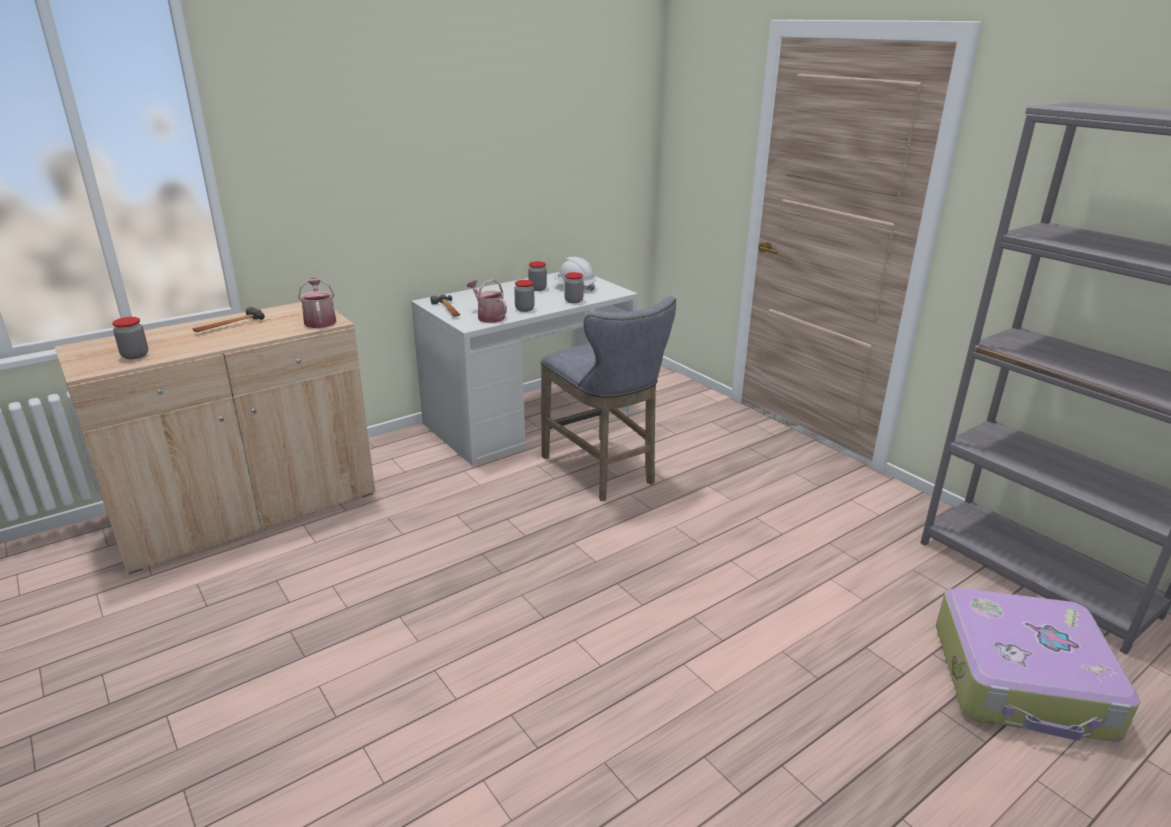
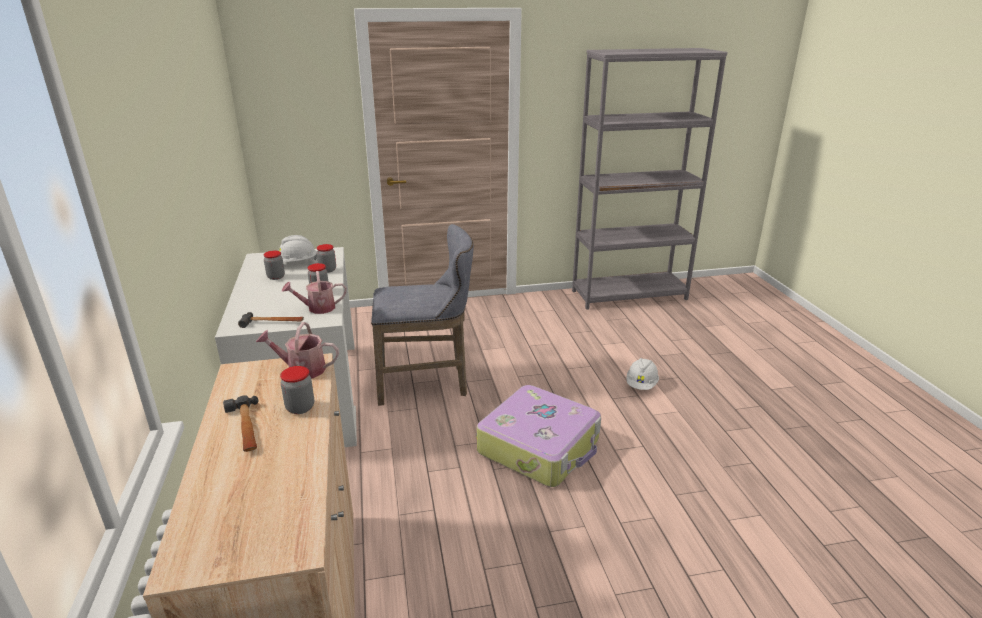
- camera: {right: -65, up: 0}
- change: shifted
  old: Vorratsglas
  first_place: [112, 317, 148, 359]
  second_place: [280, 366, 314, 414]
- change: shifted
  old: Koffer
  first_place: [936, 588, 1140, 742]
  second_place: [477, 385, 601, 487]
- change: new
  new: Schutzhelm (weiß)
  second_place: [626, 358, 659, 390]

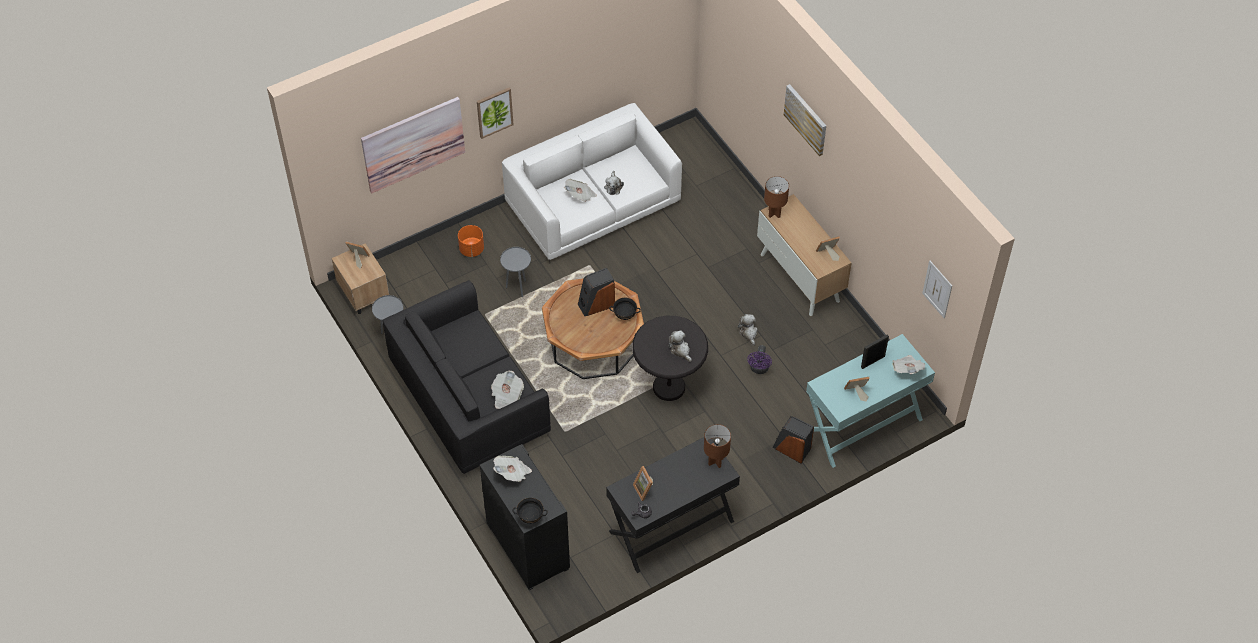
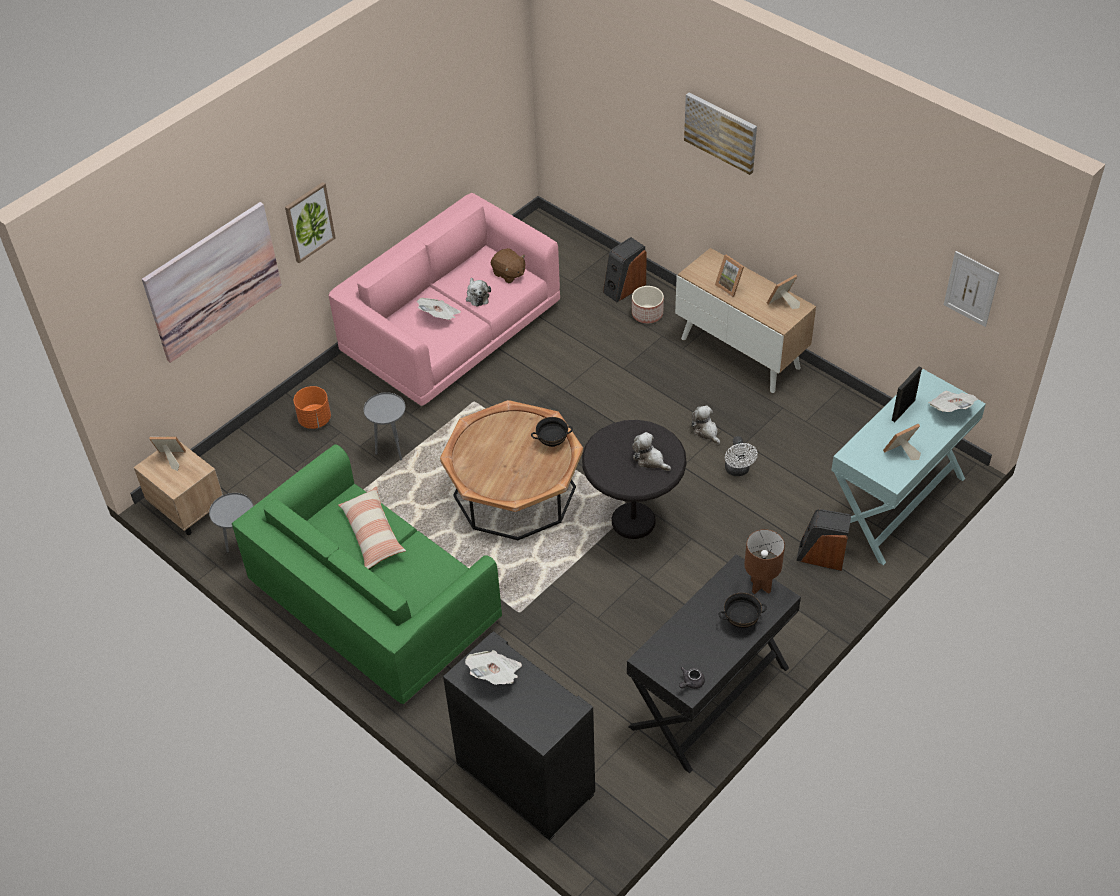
- camera: {right: -15, up: -5}
- change: repainted
  old: Sofa (weiß)
  new: Sofa (rosa)
  first_place: [502, 103, 682, 264]
  second_place: [328, 193, 560, 413]
- change: gone
  old: Tischlampe (braun)
  first_place: [764, 176, 789, 218]
- change: shifted
  old: Lautsprecher
  first_place: [578, 268, 615, 316]
  second_place: [603, 237, 647, 302]
- change: repainted
  old: Sofa (schwarz)
  new: Sofa (grün)
  first_place: [382, 280, 551, 477]
  second_place: [232, 444, 502, 709]
- change: repainted
  old: Ventilator (lila)
  new: Ventilator (weiß)
  first_place: [747, 345, 772, 374]
  second_place: [725, 436, 758, 476]
- change: gone
  old: Zeitung
  first_place: [491, 371, 524, 409]
- change: shifted
  old: Bilderrahmen
  first_place: [633, 466, 653, 501]
  second_place: [715, 255, 744, 297]
- change: shifted
  old: Schüssel (schwarz)
  first_place: [513, 498, 548, 524]
  second_place: [718, 593, 767, 628]
- change: new
  new: Plüschtier (braun)
  second_place: [491, 248, 525, 283]
- change: new
  new: Pflanzkübel
  second_place: [632, 286, 664, 323]
- change: new
  new: Kissen
  second_place: [338, 486, 406, 569]

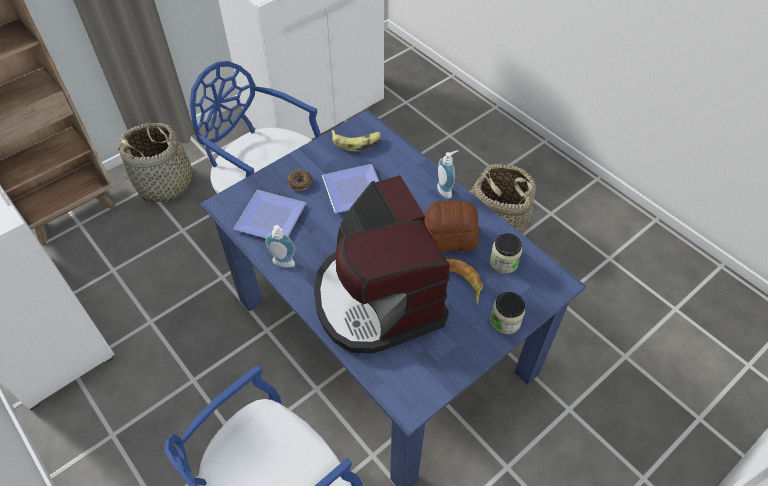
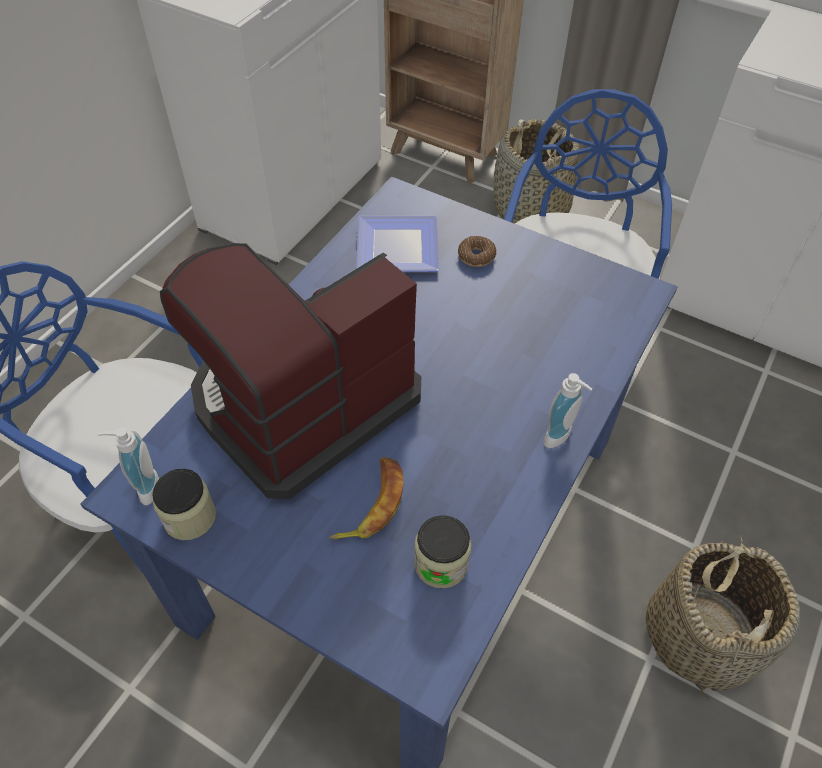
- camera: {right: 70, up: 0}
- change: gone
  old: Banane
  first_place: [331, 130, 381, 151]
- change: gone
  old: Teller
  first_place: [322, 164, 379, 213]
- change: gone
  old: Brot
  first_place: [424, 200, 479, 251]
- change: shifted
  old: Seifenspender
  first_place: [265, 225, 295, 268]
  second_place: [98, 427, 159, 505]
- change: shifted
  old: Vorratsglas
  first_place: [490, 292, 525, 334]
  second_place: [152, 469, 216, 540]

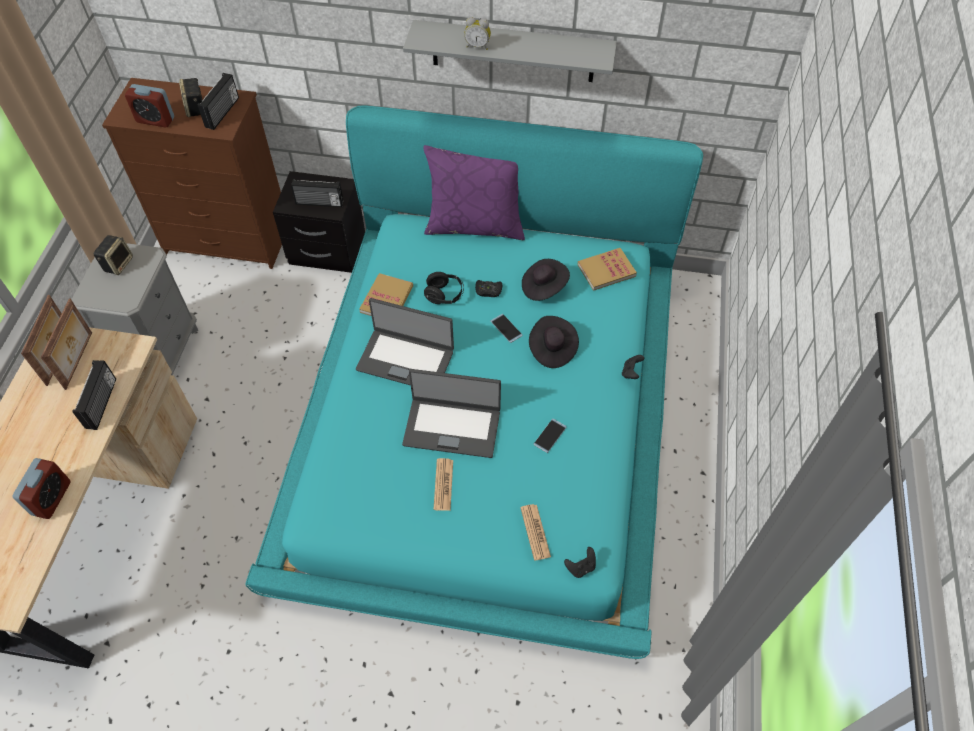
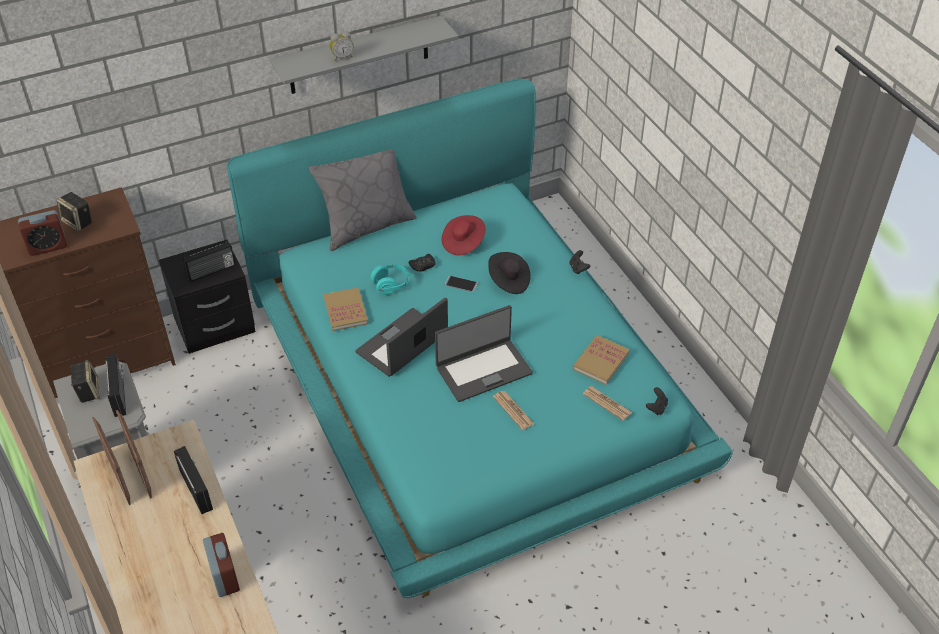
- camera: {right: -35, up: -10}
- change: shifted
  old: Radio
  first_place: [198, 73, 239, 130]
  second_place: [105, 353, 126, 417]
- change: repainted
  old: Kissen (lila)
  new: Kissen (grau)
  first_place: [423, 145, 525, 240]
  second_place: [309, 150, 417, 251]
- change: shifted
  old: Buch
  first_place: [578, 248, 637, 291]
  second_place: [573, 335, 630, 385]
- change: repainted
  old: Hut (schwarz)
  new: Hut (rot)
  first_place: [522, 259, 570, 301]
  second_place: [441, 215, 485, 255]
- change: repainted
  old: Kopfhörer (schwarz)
  new: Kopfhörer (türkis)
  first_place: [424, 272, 464, 304]
  second_place: [370, 264, 409, 295]
- change: rotated
  old: Laptop
  first_place: [356, 298, 454, 385]
  second_place: [355, 297, 448, 377]
  degrees: 150
- change: gone
  old: Handy
  first_place: [534, 419, 566, 453]

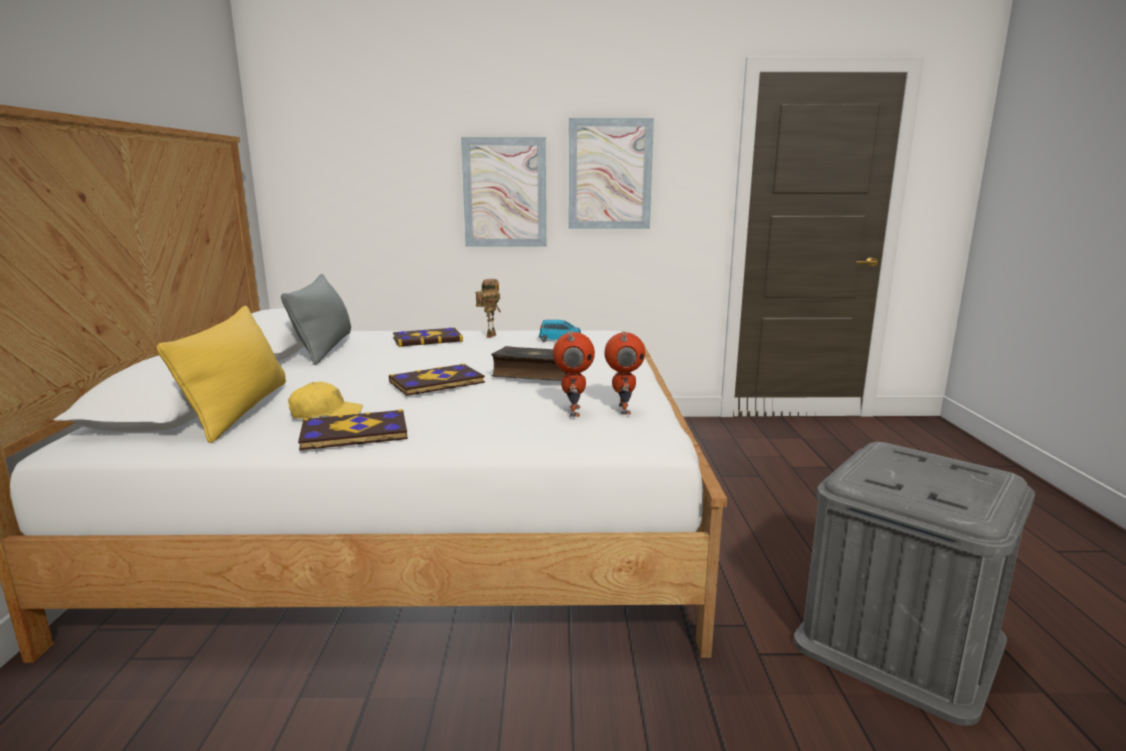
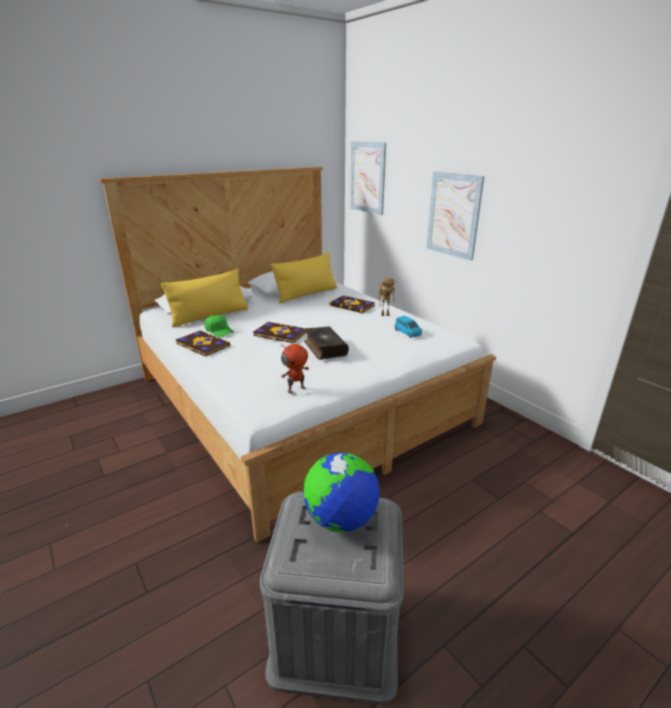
- camera: {right: 55, up: 10}
- change: shifted
  old: Bild
  first_place: [569, 118, 654, 229]
  second_place: [350, 141, 386, 215]
- change: repainted
  old: Kissen (grau)
  new: Kissen (gelb)
  first_place: [281, 274, 351, 365]
  second_place: [270, 252, 337, 303]
- change: gone
  old: Spielzeugroboter
  first_place: [553, 331, 595, 417]
- change: repainted
  old: Kappe (gelb)
  new: Kappe (grün)
  first_place: [288, 381, 363, 419]
  second_place: [204, 315, 234, 337]
- change: new
  new: Globus
  second_place: [303, 453, 380, 533]

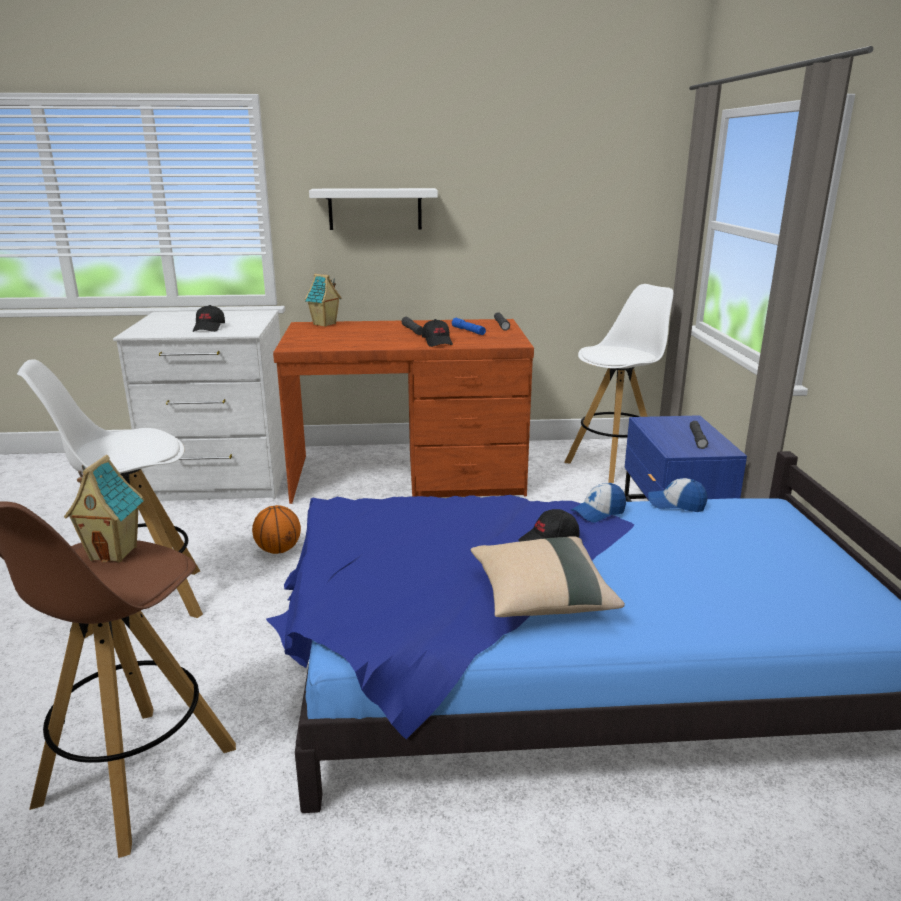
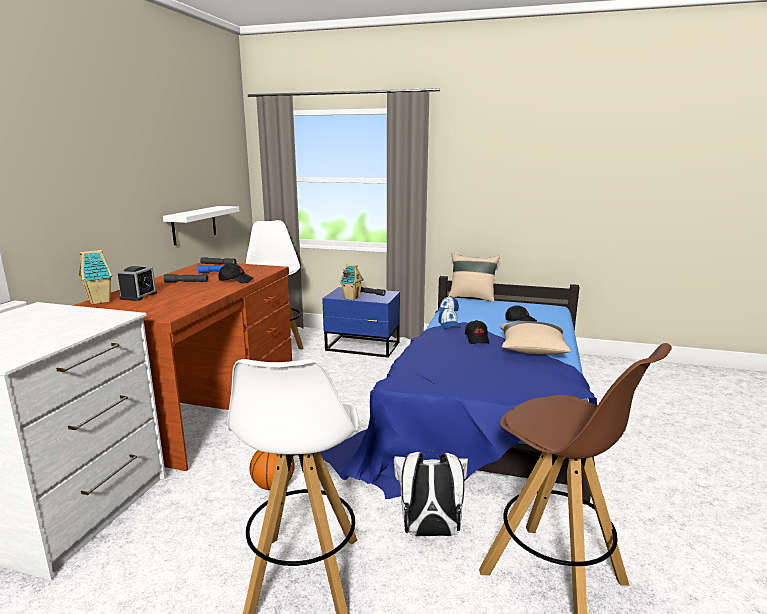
- camera: {right: -70, up: -5}
- change: shifted
  old: Wandregal (weiß)
  first_place: [309, 188, 438, 230]
  second_place: [163, 206, 240, 246]
- change: shifted
  old: Kappe (schwarz)
  first_place: [193, 305, 225, 332]
  second_place: [505, 305, 537, 322]
- change: shifted
  old: Spielzeughaus
  first_place: [64, 455, 144, 563]
  second_place: [339, 264, 364, 300]
- change: new
  new: Kissen (beige)
  second_place: [448, 253, 500, 302]
- change: new
  new: Wecker
  second_place: [117, 266, 157, 301]
- change: new
  new: Rucksack (weiß)
  second_place: [394, 450, 468, 537]

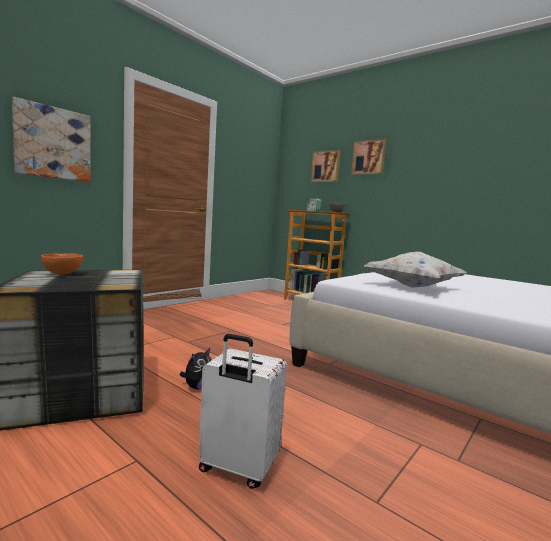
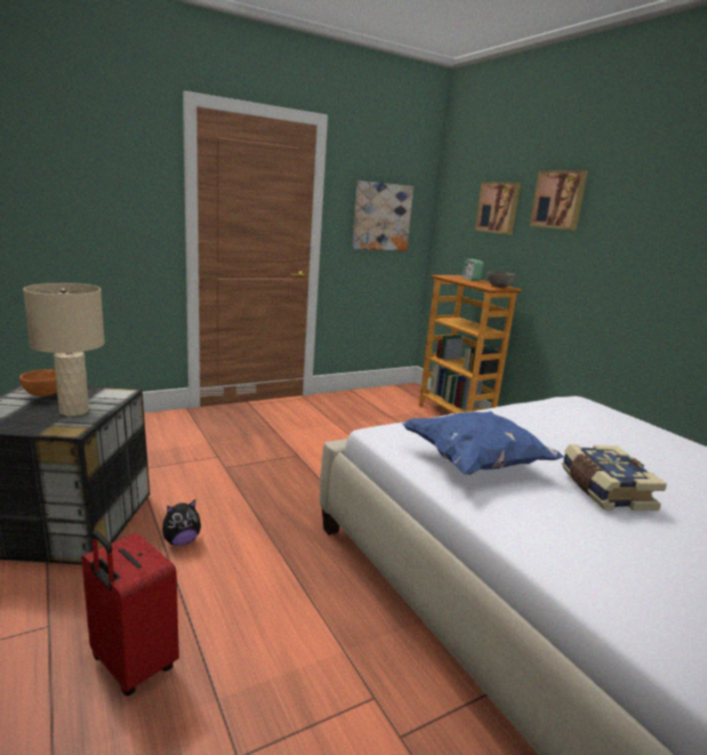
- camera: {right: 20, up: 10}
- change: shifted
  old: Bild
  first_place: [12, 97, 91, 182]
  second_place: [352, 181, 414, 251]
- change: repainted
  old: Kissen (weiß)
  new: Kissen (blau)
  first_place: [364, 252, 466, 287]
  second_place: [402, 411, 564, 475]
- change: repainted
  old: Koffer (weiß)
  new: Koffer (rot)
  first_place: [199, 334, 287, 489]
  second_place: [82, 531, 179, 696]
- change: new
  new: Tischlampe (beige)
  second_place: [23, 283, 105, 416]
- change: new
  new: Buch
  second_place: [562, 444, 667, 511]

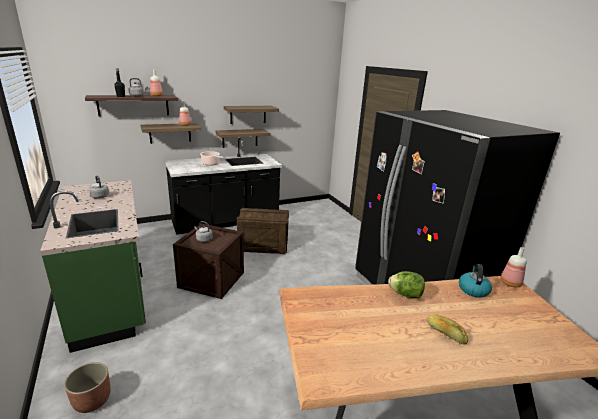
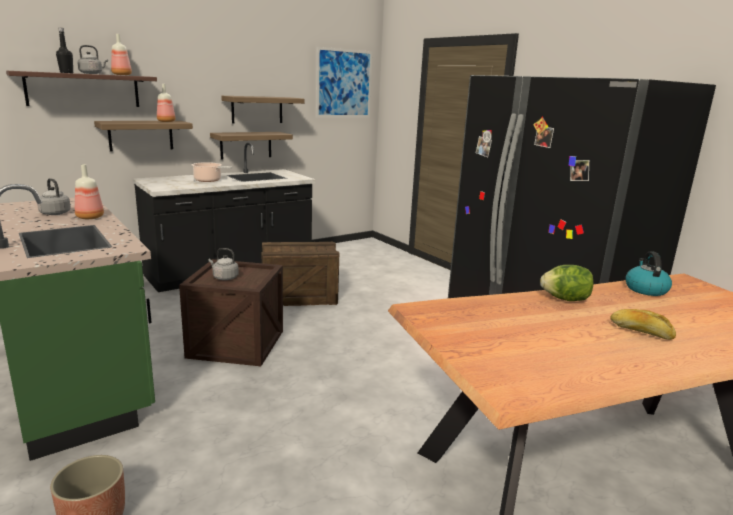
- camera: {right: -10, up: -5}
- change: shifted
  old: Flasche
  first_place: [500, 247, 527, 287]
  second_place: [75, 164, 104, 219]
- change: new
  new: Bild
  second_place: [316, 47, 373, 118]

